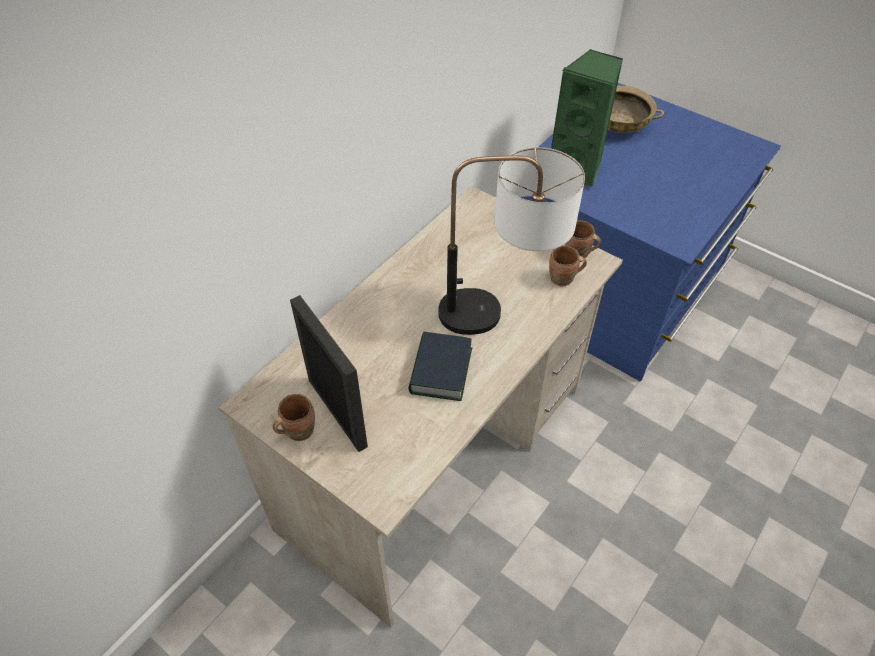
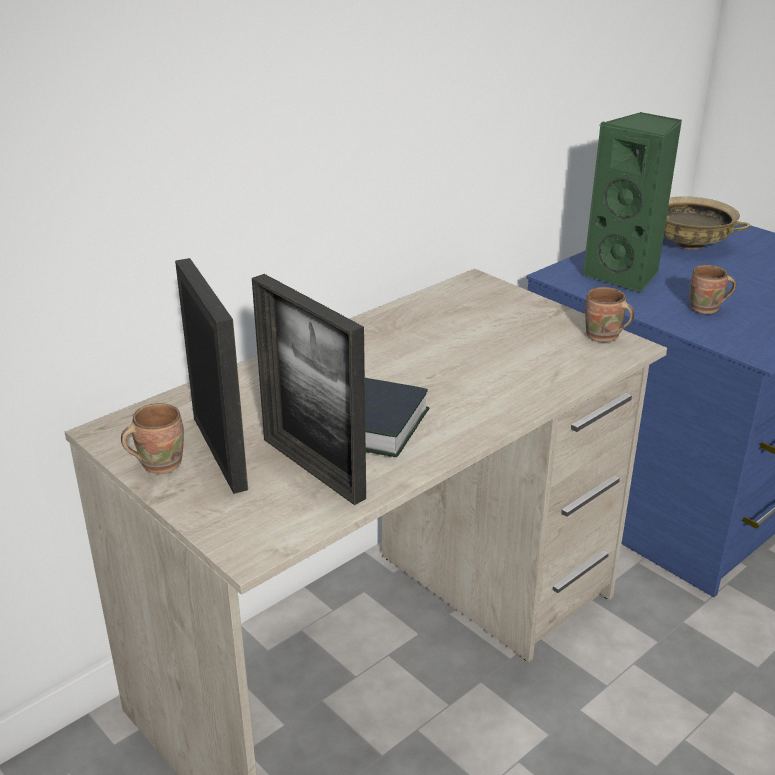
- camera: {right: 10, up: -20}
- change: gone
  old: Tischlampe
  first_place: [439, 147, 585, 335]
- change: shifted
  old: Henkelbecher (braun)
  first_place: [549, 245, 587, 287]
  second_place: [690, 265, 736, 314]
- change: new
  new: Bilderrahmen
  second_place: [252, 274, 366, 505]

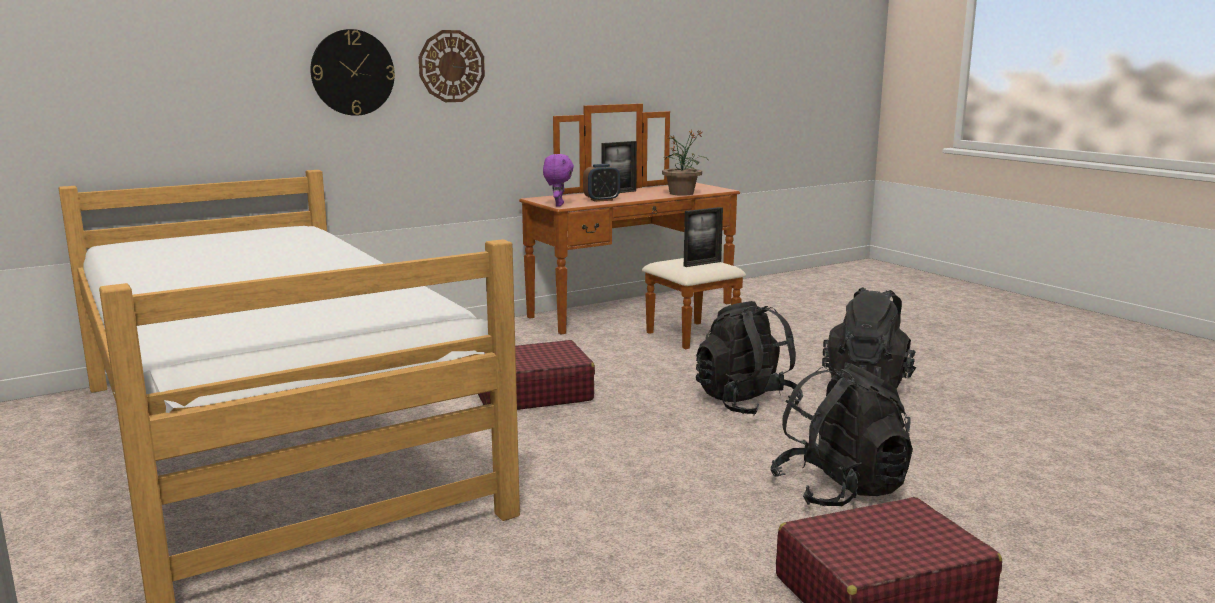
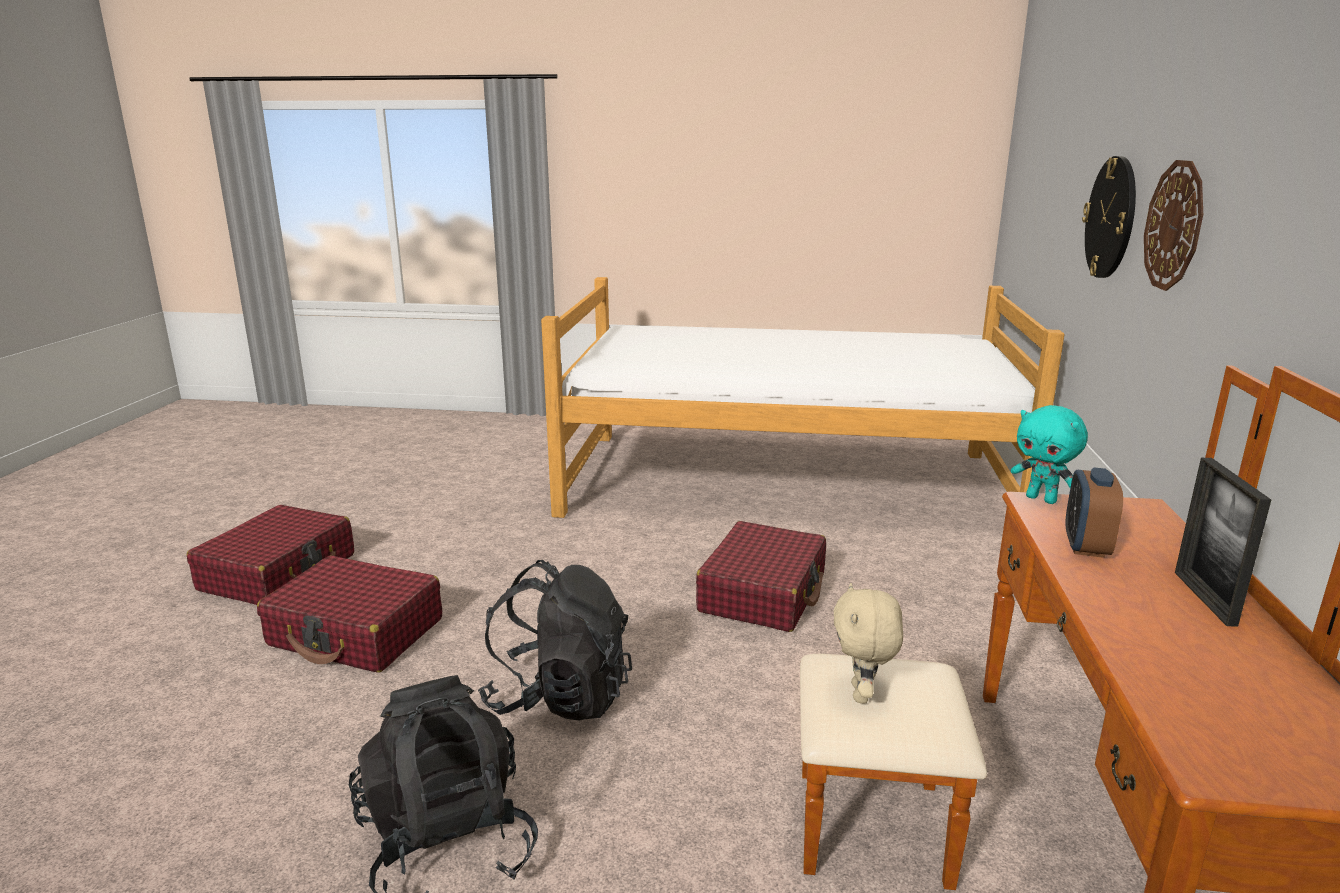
- camera: {right: 130, up: 5}
- change: gone
  old: Topfpflanze
  first_place: [662, 130, 709, 196]
- change: repainted
  old: Plüschtier (lila)
  new: Plüschtier (türkis)
  first_place: [543, 154, 574, 207]
  second_place: [1011, 405, 1088, 504]
- change: swapped
  old: Bilderrahmen
  new: Plüschtier (beige)
  first_place: [684, 207, 723, 267]
  second_place: [834, 583, 903, 704]
- change: swapped
  old: Rucksack (schwarz)
  new: Koffer (rot)
  first_place: [770, 364, 913, 506]
  second_place: [257, 555, 442, 673]

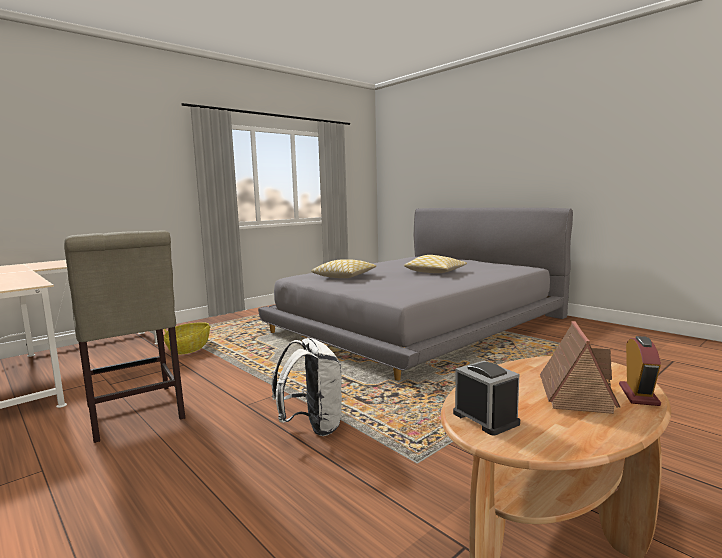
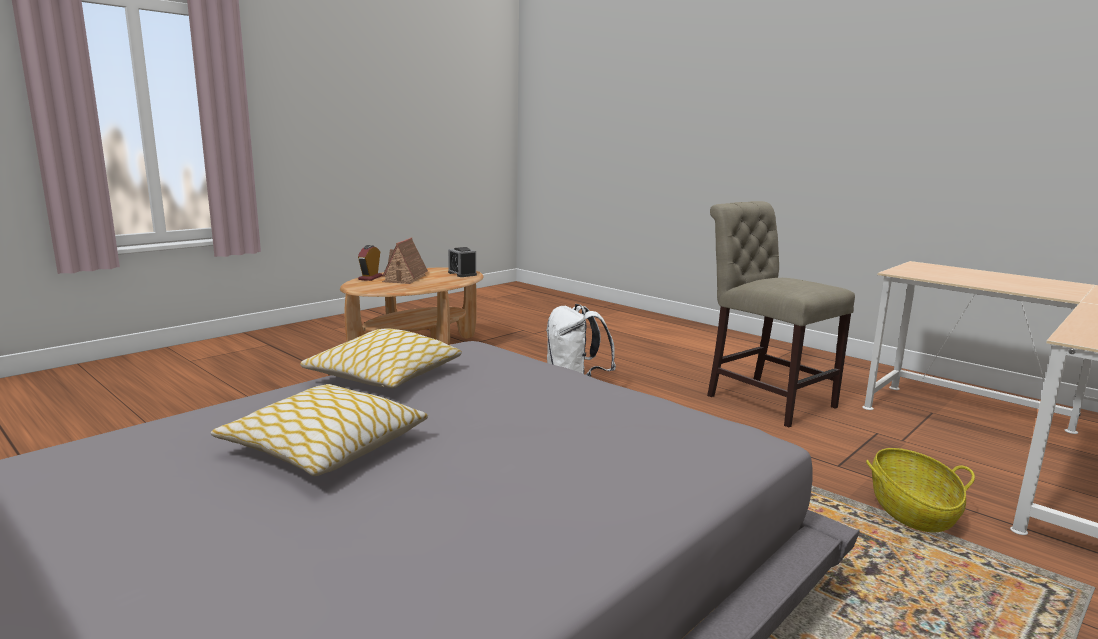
- camera: {right: 175, up: 5}
- change: shifted
  old: Kissen
  first_place: [311, 259, 376, 278]
  second_place: [300, 328, 462, 388]

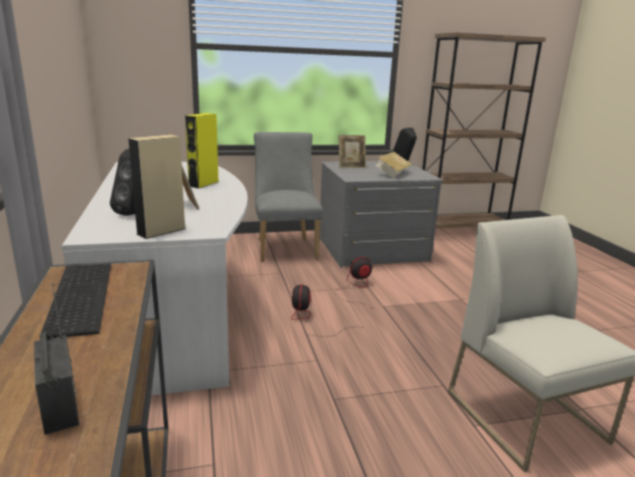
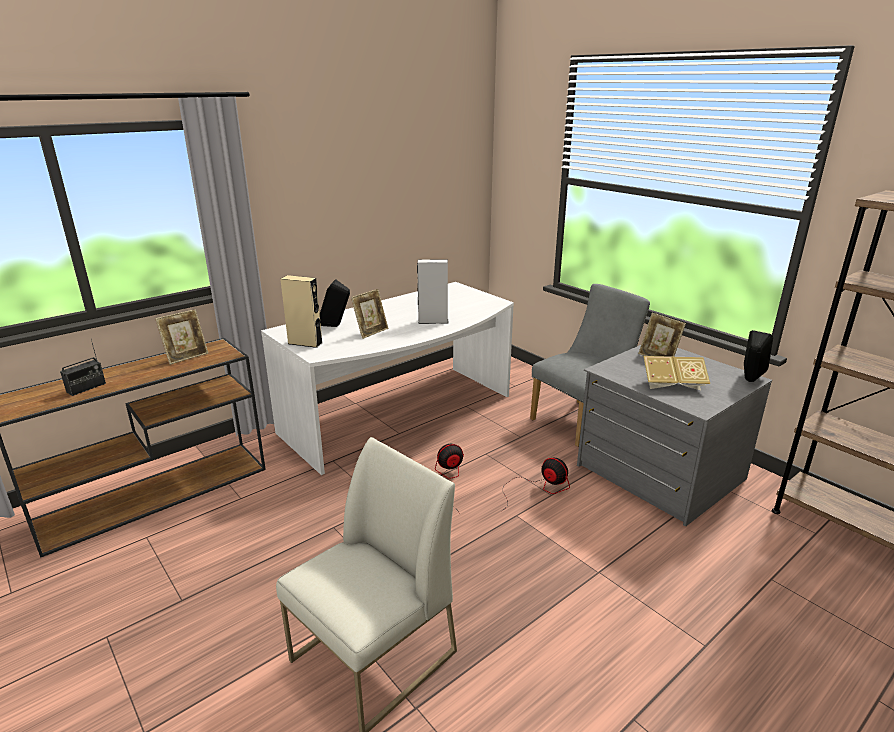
- camera: {right: 65, up: 5}
- change: repainted
  old: Lautsprecher (gelb)
  new: Lautsprecher (grau)
  first_place: [185, 113, 218, 189]
  second_place: [417, 259, 448, 324]
- change: swapped
  old: Tastatur
  new: Bilderrahmen
  first_place: [41, 264, 111, 338]
  second_place: [155, 309, 208, 365]

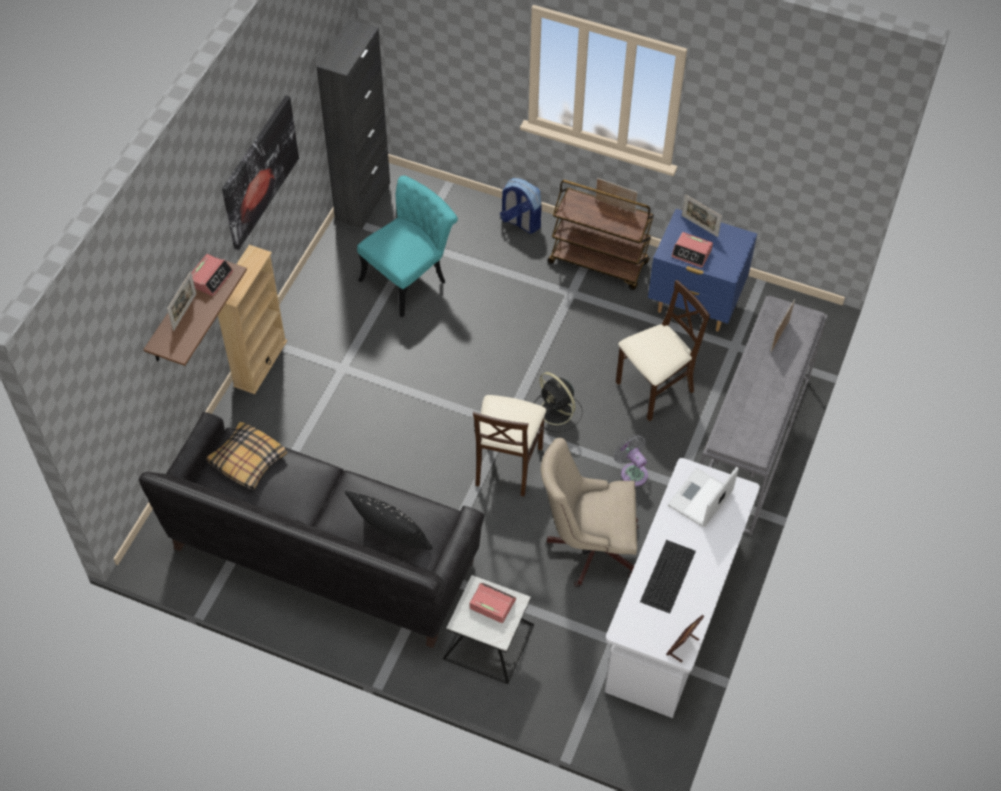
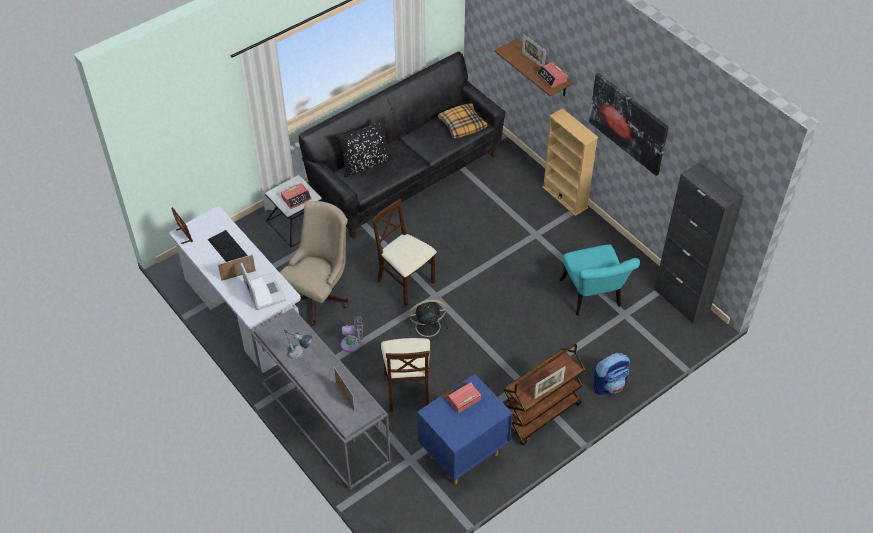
- camera: {right: 120, up: -5}
- change: shifted
  old: Bilderrahmen
  first_place: [682, 194, 722, 237]
  second_place: [218, 254, 256, 281]
- change: new
  new: Tischlampe
  second_place: [284, 329, 312, 359]

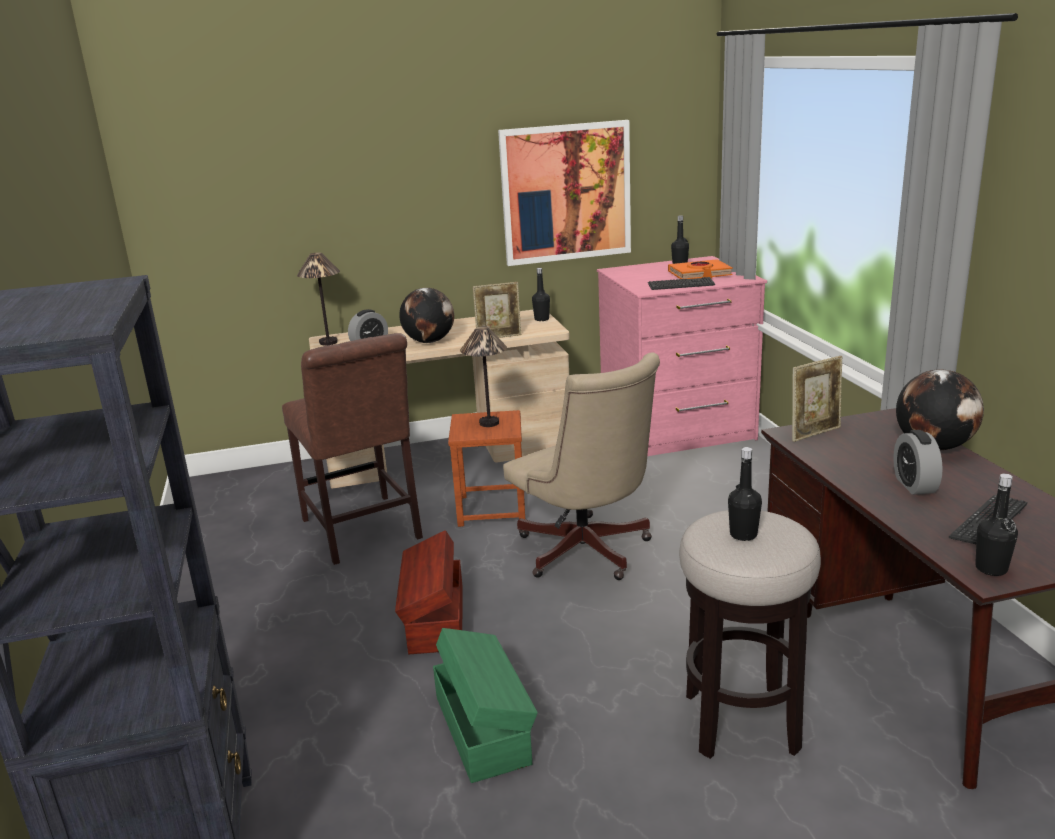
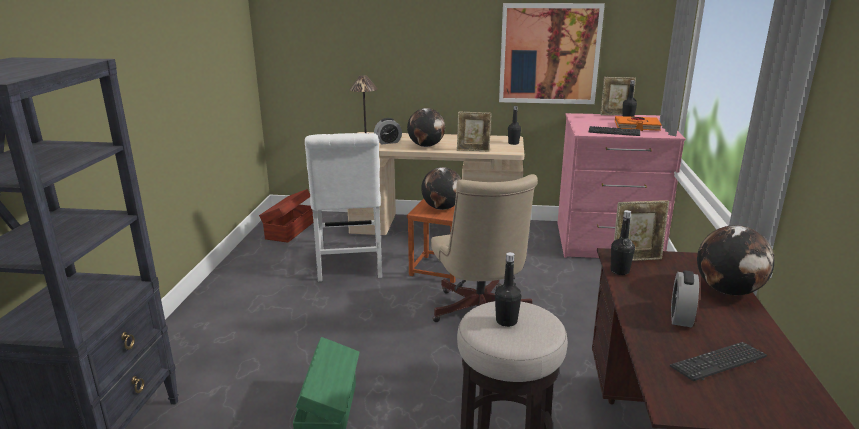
- camera: {right: 20, up: 0}
- change: swapped
  old: Tischlampe
  new: Globus
  first_place: [460, 326, 507, 427]
  second_place: [421, 167, 462, 210]
- change: repainted
  old: Stuhl (braun)
  new: Stuhl (weiß)
  first_place: [282, 333, 423, 565]
  second_place: [305, 133, 382, 282]
- change: shifted
  old: Flasche (schwarz)
  first_place: [975, 474, 1018, 576]
  second_place: [611, 210, 635, 275]
- change: shifted
  old: Aufbewahrungsbox (braun)
  first_place: [395, 530, 463, 654]
  second_place: [259, 189, 313, 243]
- change: new
  new: Bilderrahmen
  second_place: [600, 77, 636, 115]

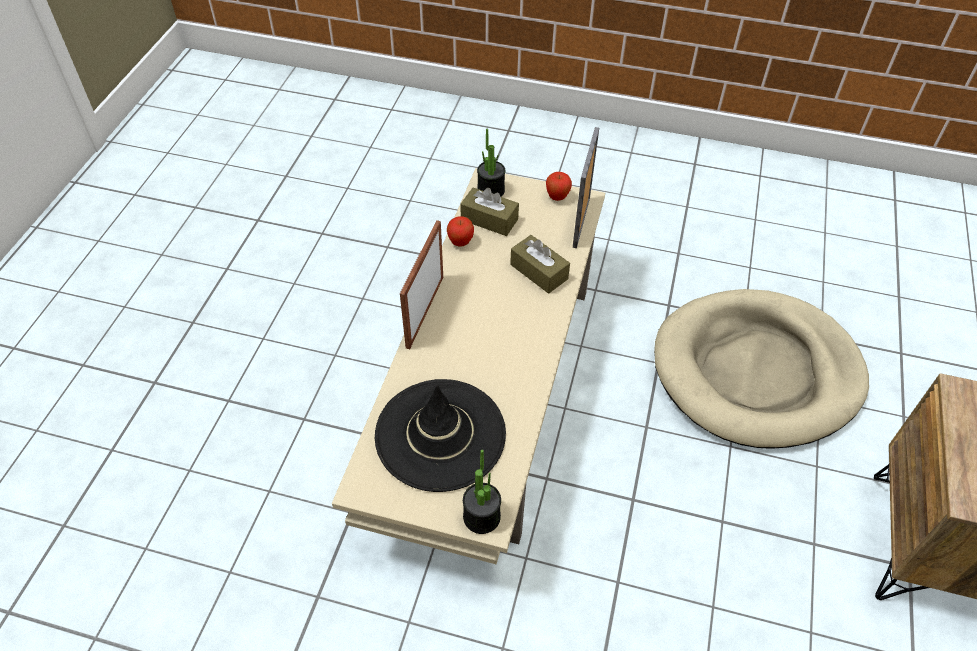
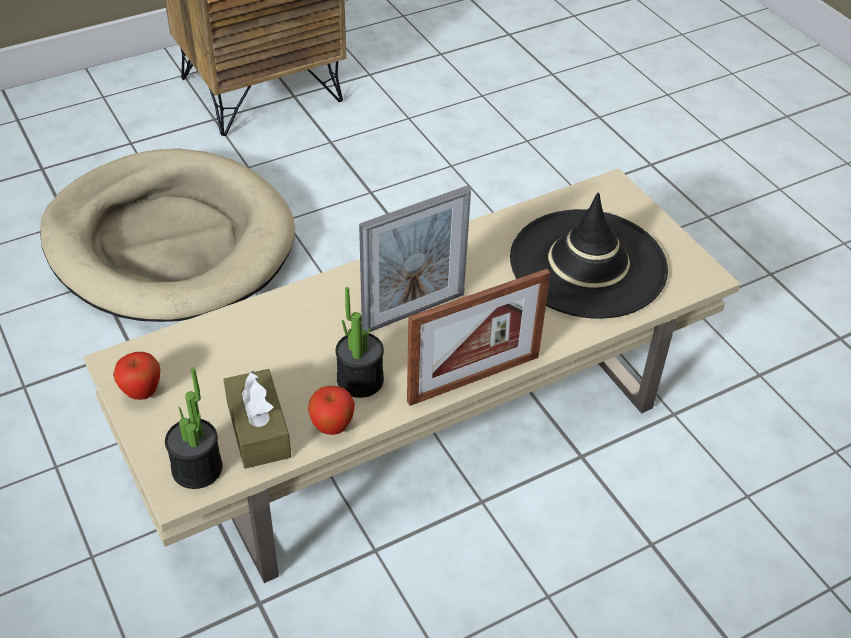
- camera: {right: -135, up: -5}
- change: shifted
  old: Bilderrahmen
  first_place: [573, 127, 599, 248]
  second_place: [359, 185, 471, 333]
- change: gone
  old: Taschentuchbox (braun)
  first_place: [510, 235, 570, 294]
- change: shifted
  old: Topfpflanze
  first_place: [463, 450, 501, 534]
  second_place: [336, 287, 384, 398]

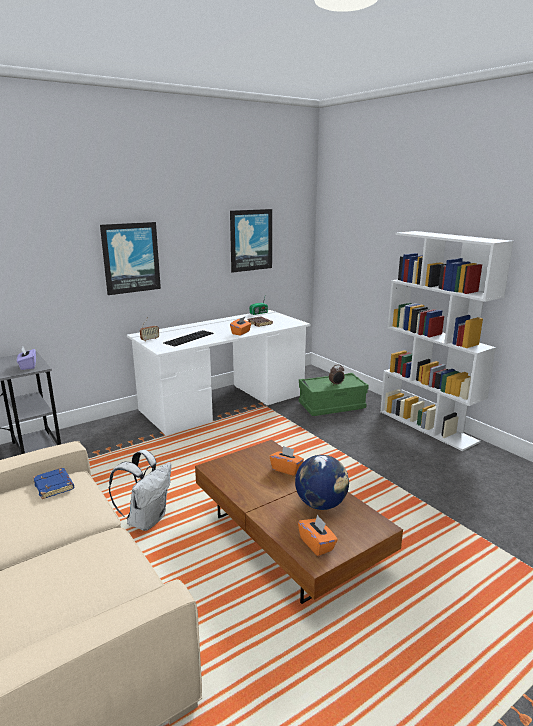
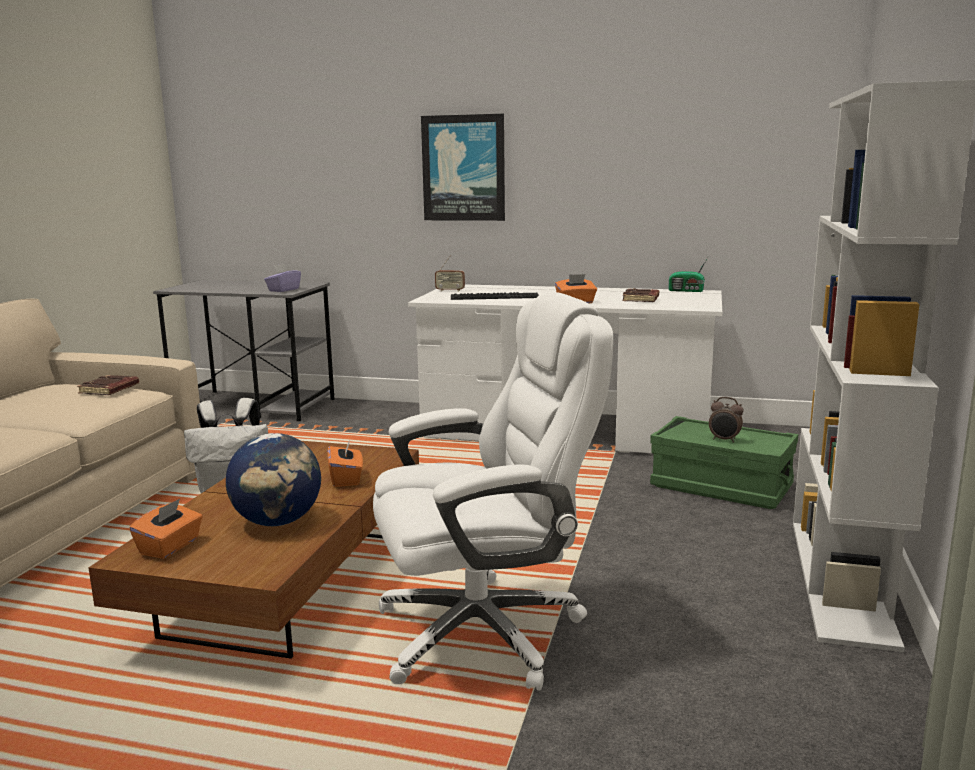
- camera: {right: 50, up: -5}
- change: gone
  old: Bild
  first_place: [230, 209, 272, 273]
- change: repainted
  old: Buch (blau)
  new: Buch (braun)
  first_place: [33, 468, 74, 499]
  second_place: [77, 375, 139, 395]
- change: new
  new: Bürostuhl (weiß)
  second_place: [373, 292, 613, 691]

